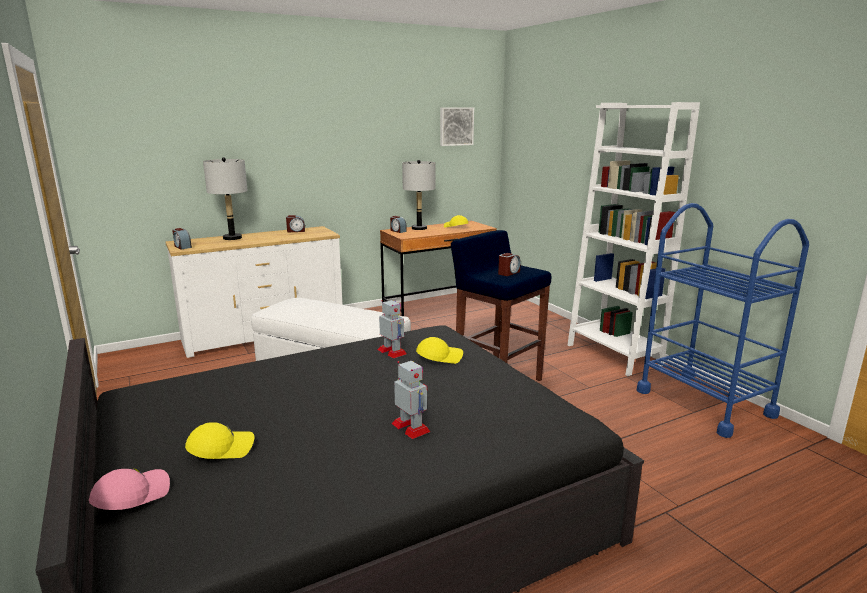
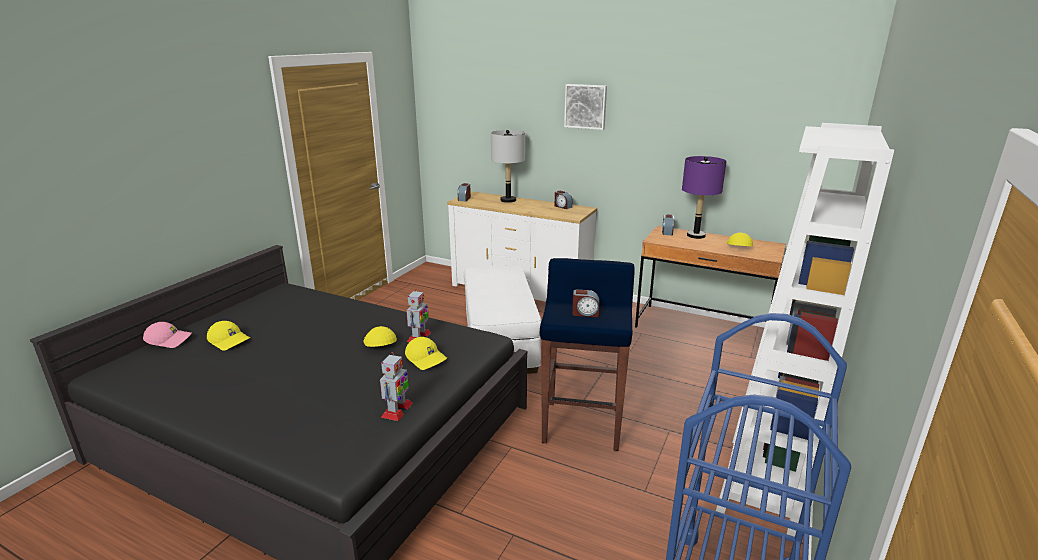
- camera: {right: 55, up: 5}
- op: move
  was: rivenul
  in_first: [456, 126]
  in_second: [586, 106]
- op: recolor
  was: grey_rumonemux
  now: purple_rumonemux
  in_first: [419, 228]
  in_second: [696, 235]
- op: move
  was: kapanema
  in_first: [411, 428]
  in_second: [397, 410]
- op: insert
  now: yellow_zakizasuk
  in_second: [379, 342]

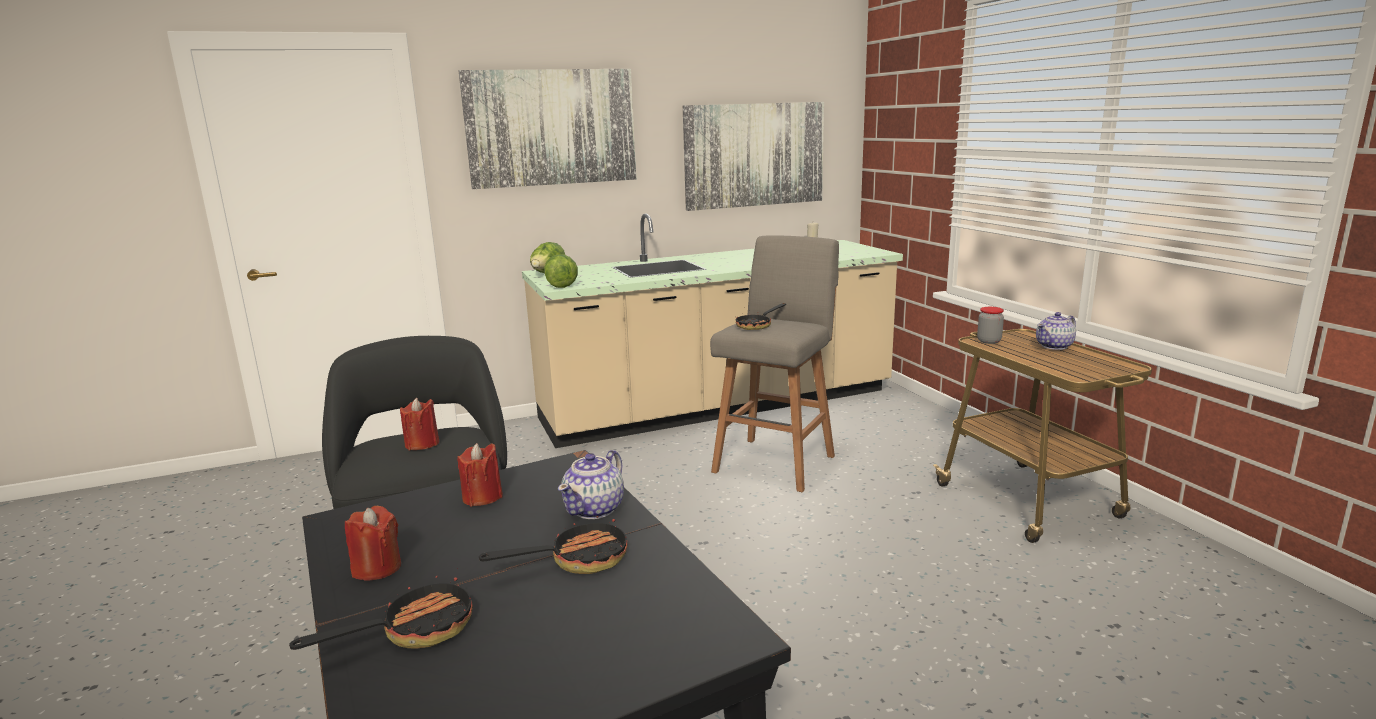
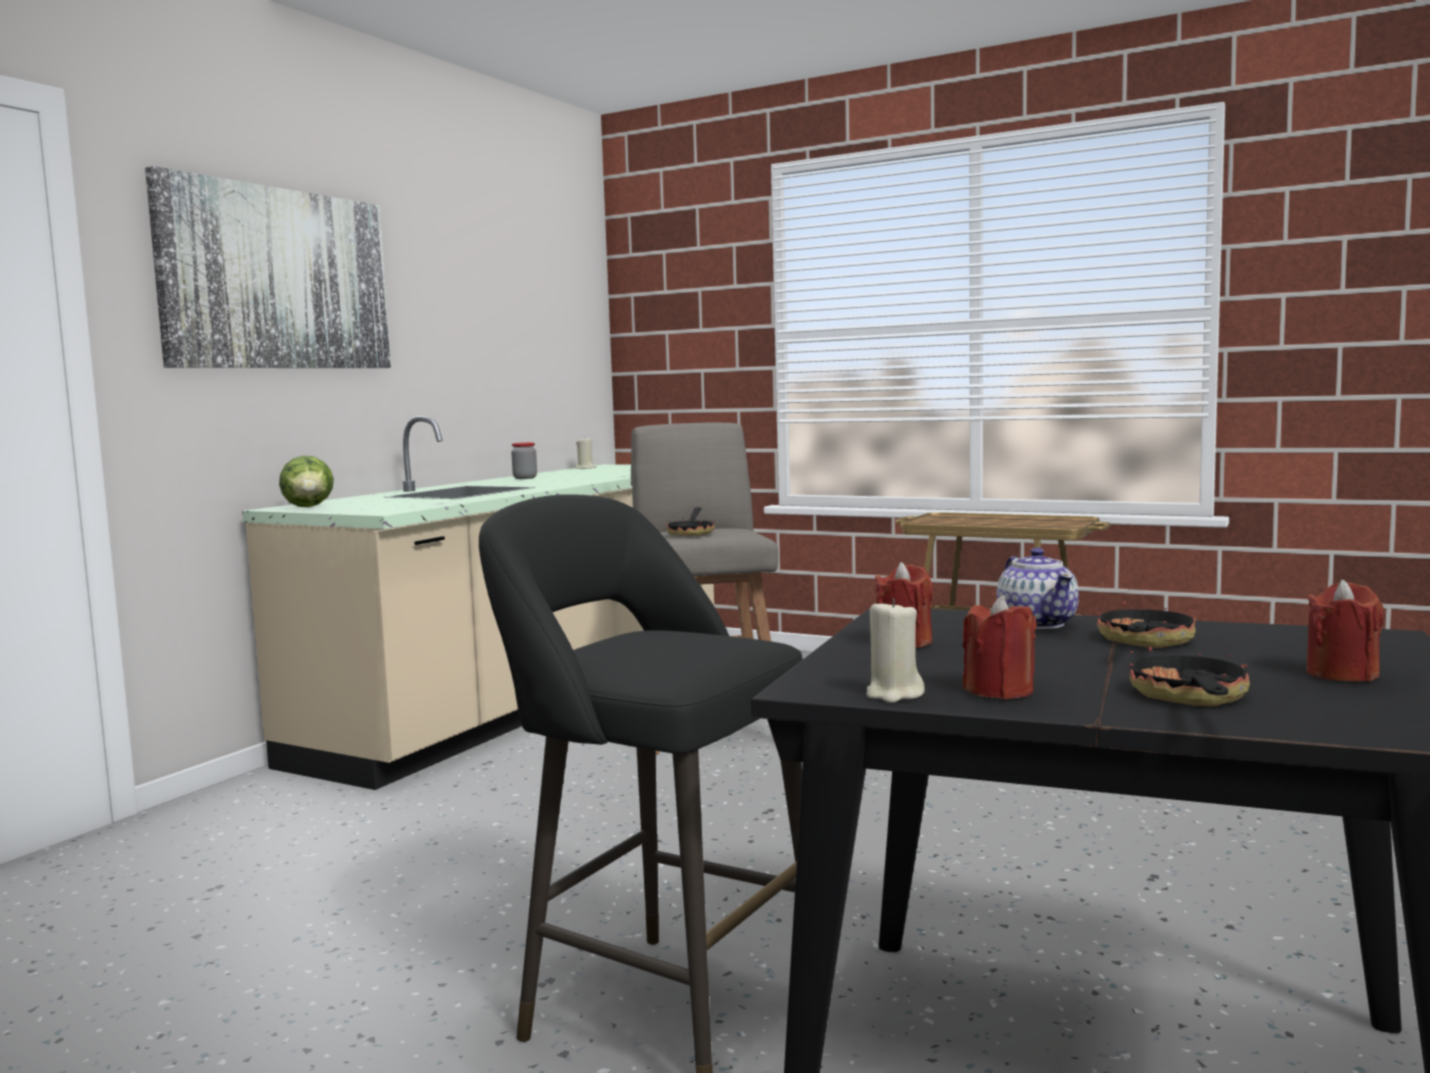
- camera: {right: -40, up: -10}
- op: delete
  was: rivenul
  in_first: [754, 155]
- op: delete
  was: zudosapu
  in_first: [561, 285]
- op: move
  was: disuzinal
  in_first: [989, 341]
  in_second: [525, 478]
- op: delete
  was: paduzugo
  in_first: [1054, 346]
- op: move
  was: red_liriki
  in_first: [422, 444]
  in_second: [1342, 674]
- op: insert
  now: beige_liriki
  in_second: [894, 694]

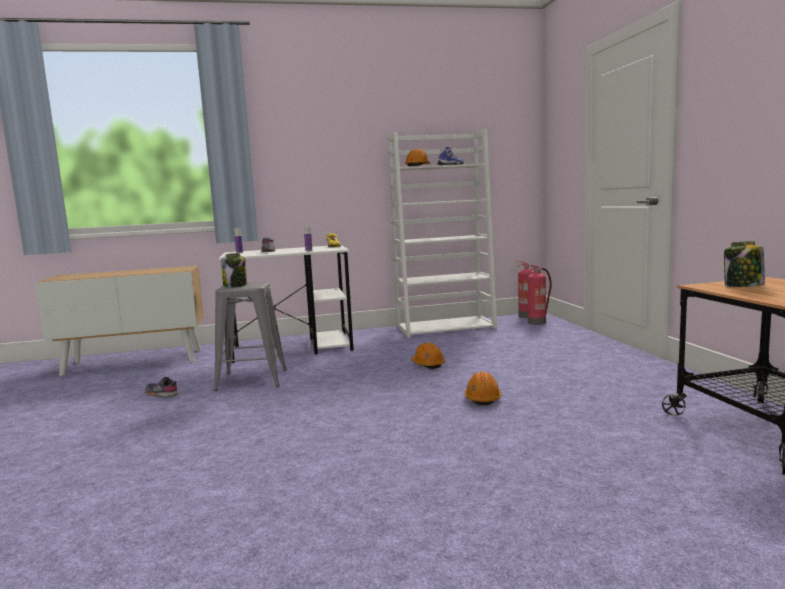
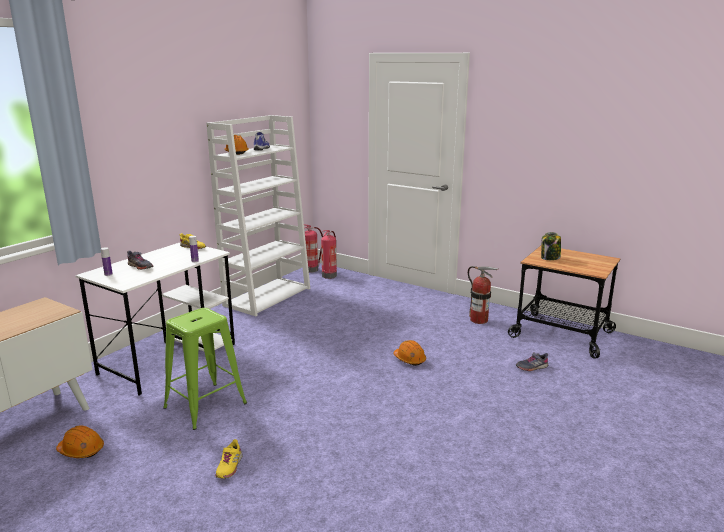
- camera: {right: -45, up: 10}
- op: delete
  was: disuzinal
  in_first: [235, 285]
- op: recolor
  was: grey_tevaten
  now: green_tevaten
  in_first: [252, 380]
  in_second: [206, 405]
- op: move
  was: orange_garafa
  in_first: [428, 364]
  in_second: [81, 450]
- op: move
  was: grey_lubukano
  in_first: [162, 394]
  in_second: [531, 367]
- op: insert
  now: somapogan
  in_second: [479, 320]
- op: insert
  now: yellow_lubukano
  in_second: [229, 466]

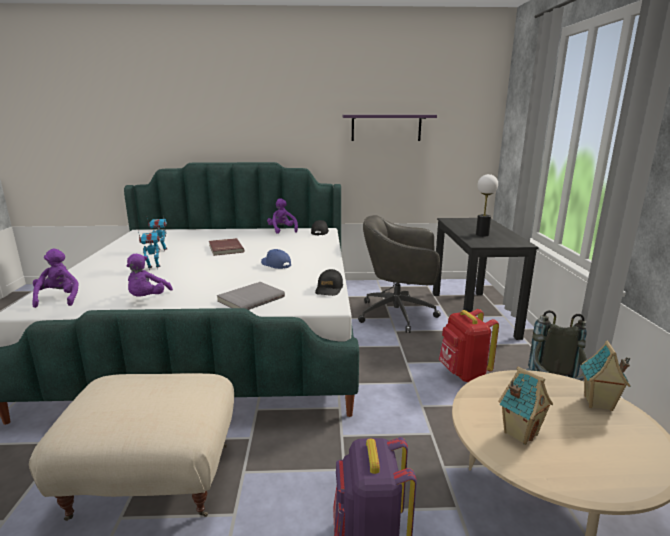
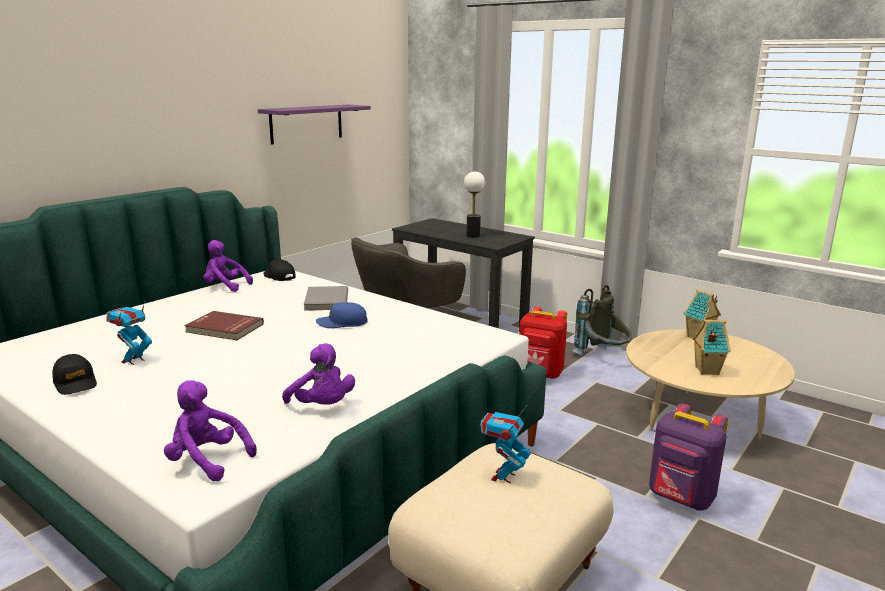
- camera: {right: -50, up: 0}
- op: move
  was: kapanema
  in_first: [153, 268]
  in_second: [503, 476]
- op: move
  was: black_zakizasuk
  in_first: [329, 289]
  in_second: [75, 383]
- op: move
  was: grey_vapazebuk
  in_first: [250, 299]
  in_second: [325, 300]

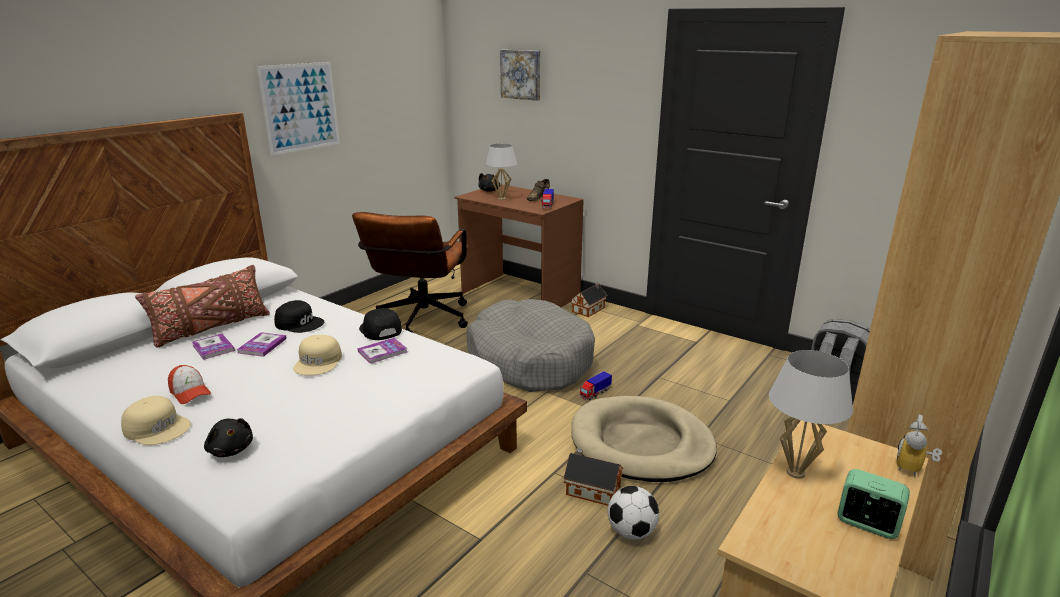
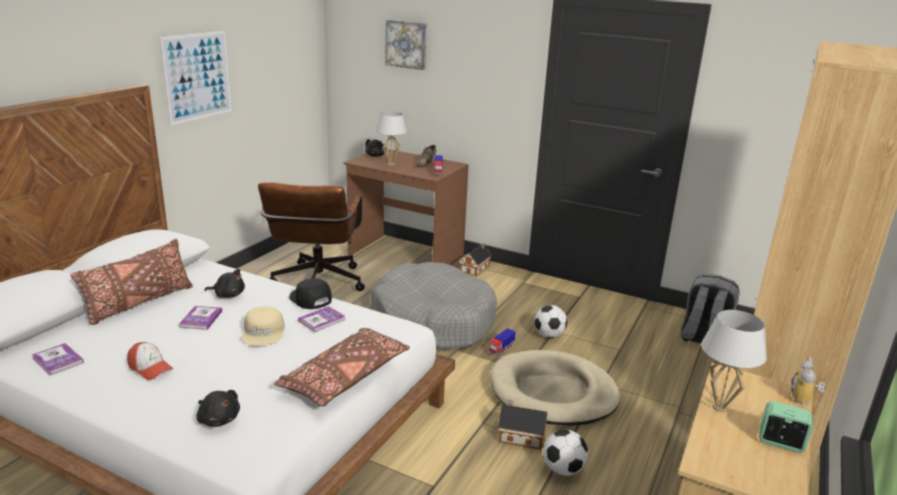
- camera: {right: -10, up: 0}
- op: replace
  was: black_zakizasuk
  now: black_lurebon
  in_first: [300, 323]
  in_second: [228, 295]
- op: move
  was: vapazebuk
  in_first: [213, 348]
  in_second: [58, 360]
- op: delete
  was: beige_zakizasuk
  in_first: [158, 427]
- op: insert
  now: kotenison
  in_second: [549, 335]
- op: insert
  now: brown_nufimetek
  in_second: [345, 378]

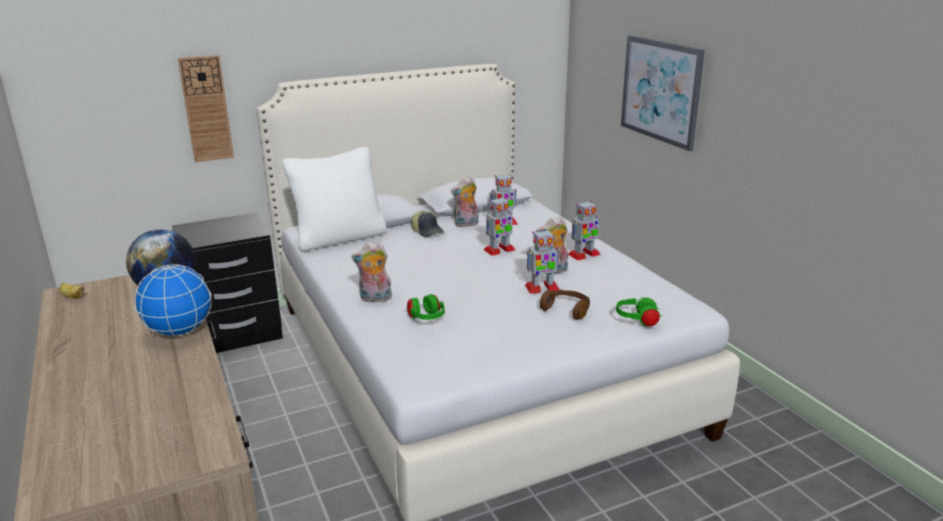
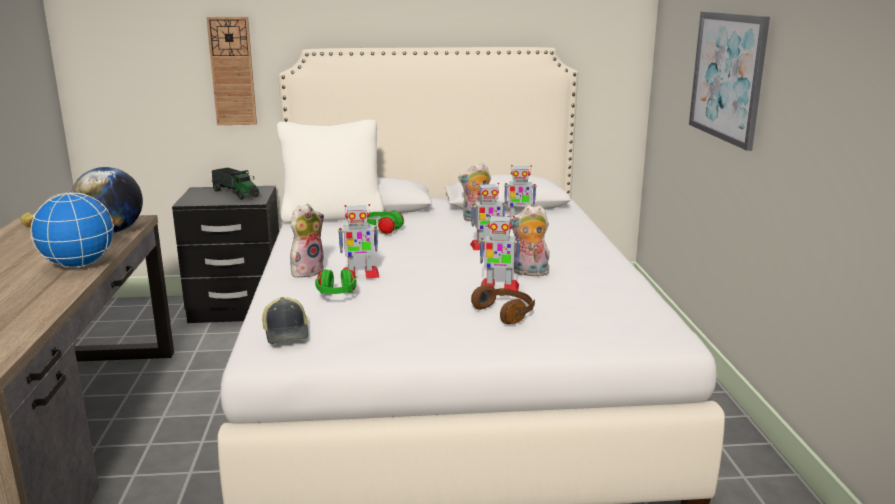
- camera: {right: 20, up: -5}
- op: move
  was: kapanema
  in_first: [583, 254]
  in_second: [359, 275]
- op: move
  was: zakizasuk
  in_first: [427, 231]
  in_second: [287, 333]
- op: rotate
  was: lurebon
  in_first: [375, 299]
  in_second: [307, 271]
  clockwise: 120
- op: move
  was: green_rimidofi
  in_first: [637, 321]
  in_second: [383, 230]
- op: insert
  now: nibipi
  in_second: [236, 193]

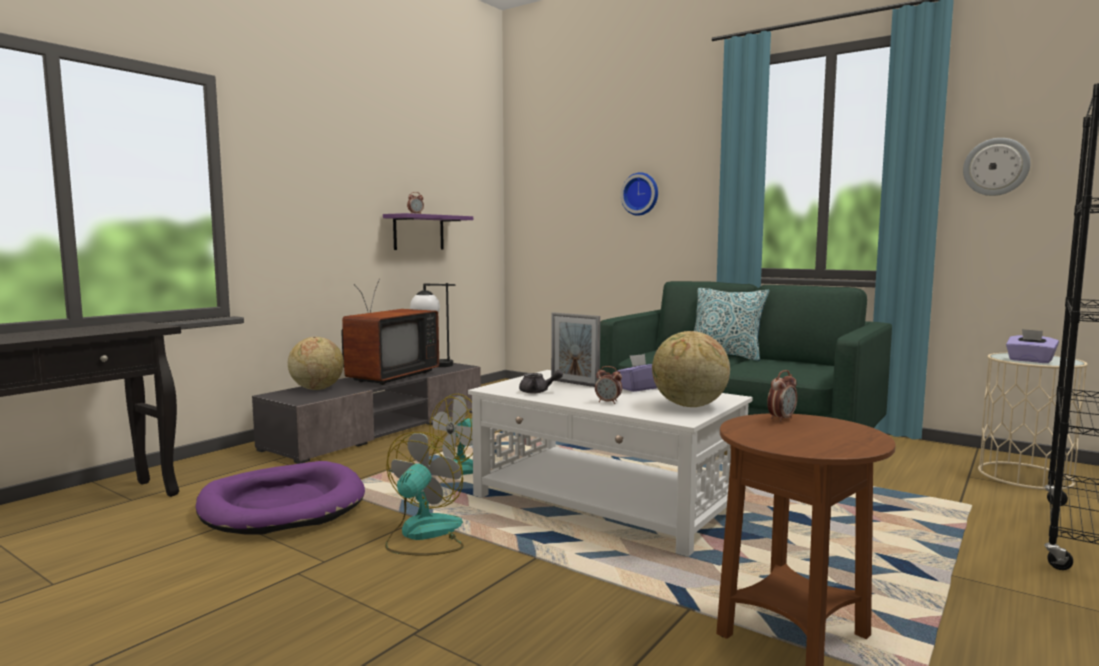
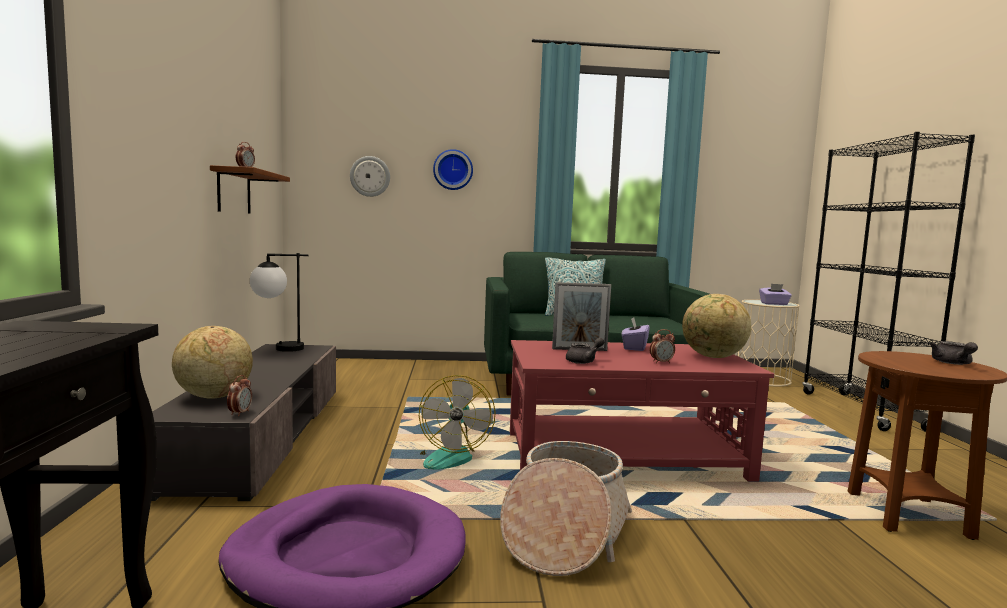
- camera: {right: -40, up: 0}
- op: move
  was: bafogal
  in_first: [996, 167]
  in_second: [370, 176]
- op: recolor
  was: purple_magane
  now: brown_magane
  in_first: [418, 232]
  in_second: [234, 191]
- op: delete
  was: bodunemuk
  in_first: [387, 376]
- op: recolor
  was: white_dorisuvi
  now: red_dorisuvi
  in_first: [606, 503]
  in_second: [624, 456]
- op: move
  was: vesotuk
  in_first: [781, 419]
  in_second: [240, 413]
- op: replace
  was: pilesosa
  now: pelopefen
  in_first: [423, 535]
  in_second: [564, 534]
- op: insert
  now: grey_paduzugo
  in_second: [953, 363]

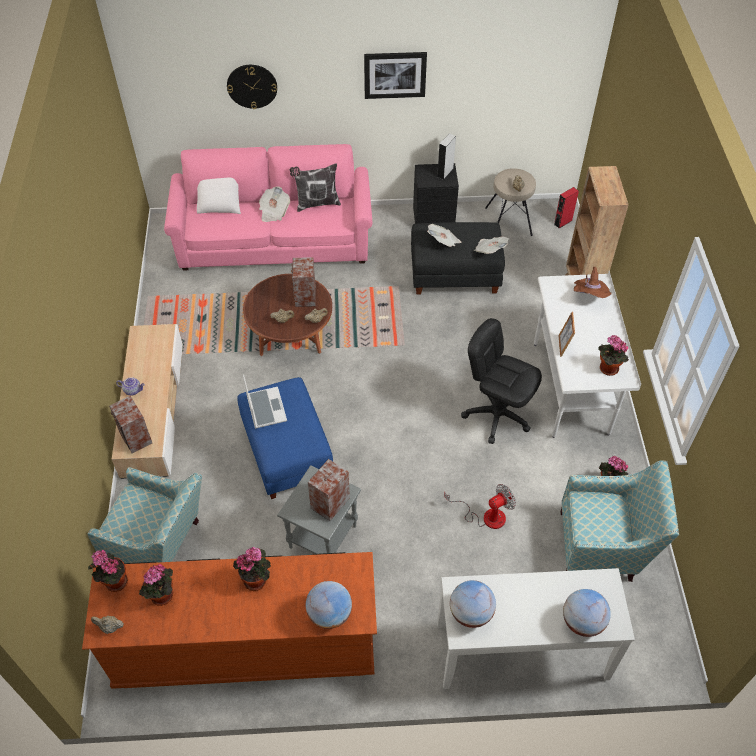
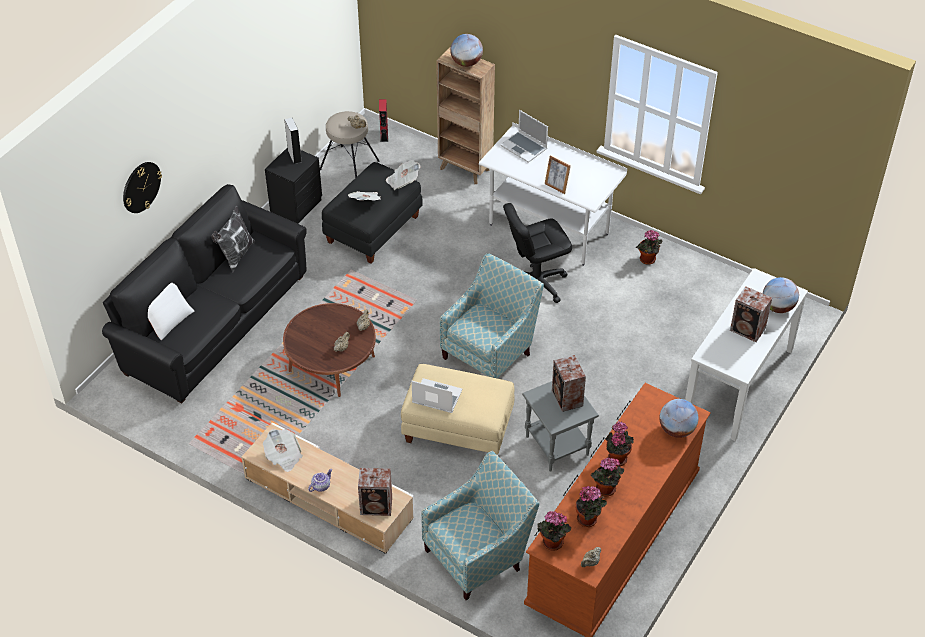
- camera: {right: -55, up: -5}
- op: delete
  was: rivenul
  in_first: [395, 74]
- op: recolor
  was: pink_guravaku
  now: black_guravaku
  in_first: [274, 240]
  in_second: [212, 321]
- op: move
  was: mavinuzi
  in_first: [274, 212]
  in_second: [283, 456]
- op: move
  was: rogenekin
  in_first: [305, 297]
  in_second: [748, 330]
- op: replace
  was: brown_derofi
  now: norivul
  in_first: [589, 297]
  in_second: [524, 147]
- op: move
  was: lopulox
  in_first: [607, 369]
  in_second: [605, 490]
- op: recolor
  was: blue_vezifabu
  now: beige_vezifabu
  in_first: [286, 452]
  in_second: [457, 429]
- op: move
  was: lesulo
  in_first: [605, 545]
  in_second: [491, 351]
- op: delete
  was: pilesosa
  in_first: [486, 516]
- op: move
  was: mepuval
  in_first: [471, 613]
  in_second: [466, 63]

